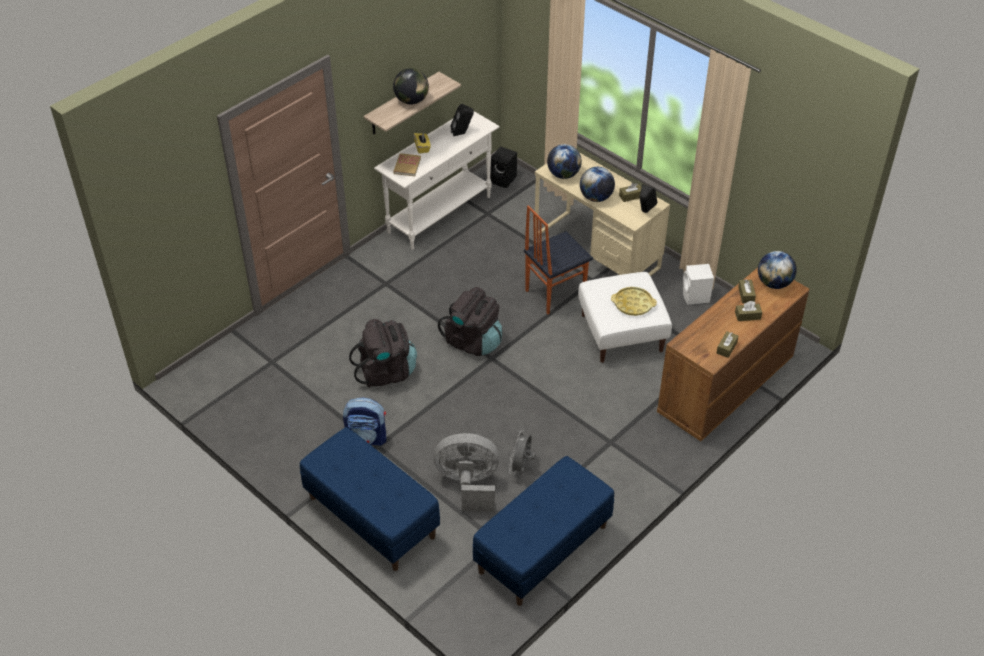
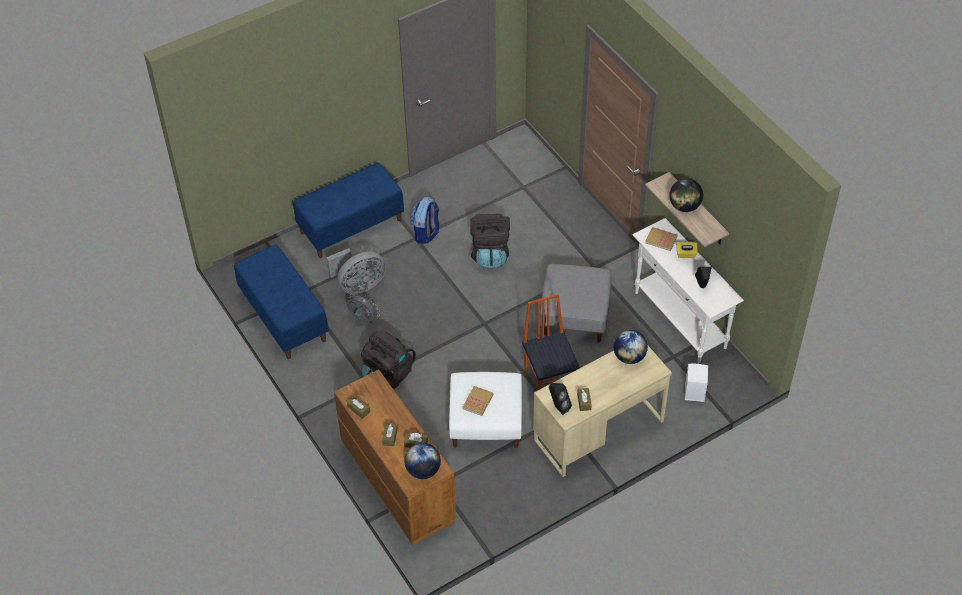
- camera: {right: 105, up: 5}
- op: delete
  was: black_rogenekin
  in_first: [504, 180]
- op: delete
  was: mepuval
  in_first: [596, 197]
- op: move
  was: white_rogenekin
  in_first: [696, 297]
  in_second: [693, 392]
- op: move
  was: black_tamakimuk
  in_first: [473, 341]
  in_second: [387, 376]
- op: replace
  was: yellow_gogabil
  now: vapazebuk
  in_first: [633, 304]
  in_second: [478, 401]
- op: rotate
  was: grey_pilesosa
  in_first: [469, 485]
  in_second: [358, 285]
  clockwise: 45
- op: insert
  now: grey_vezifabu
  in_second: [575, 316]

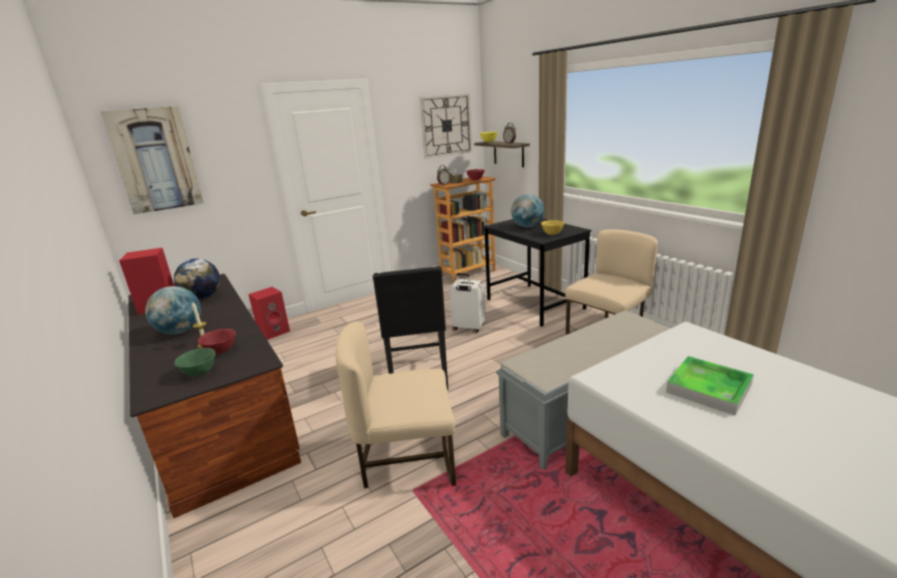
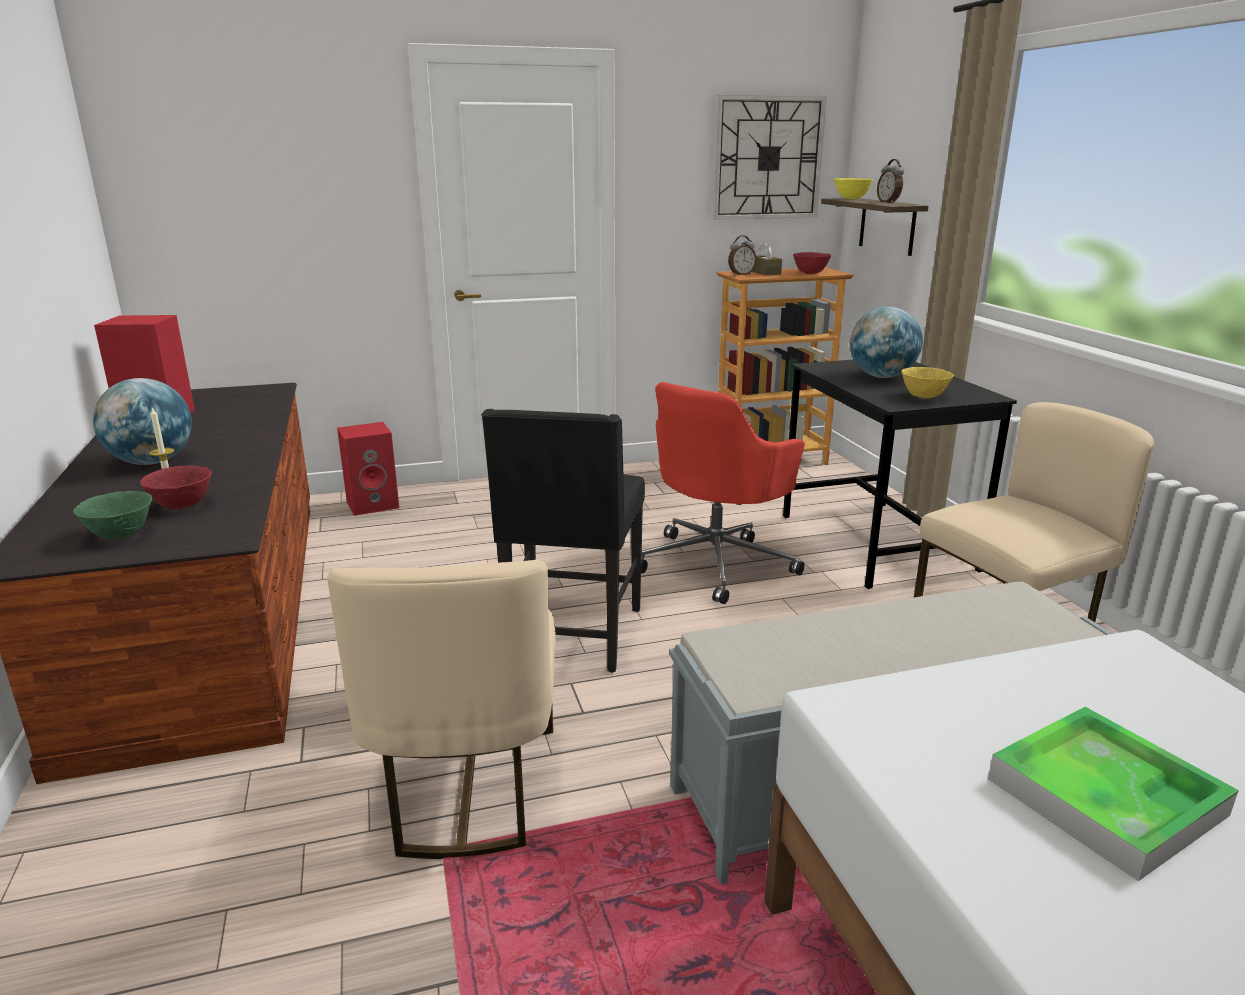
- camera: {right: 15, up: 0}
- op: delete
  was: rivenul
  in_first: [155, 160]
- op: delete
  was: mepuval
  in_first: [202, 297]
- op: replace
  was: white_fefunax
  now: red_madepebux
  in_first: [468, 328]
  in_second: [717, 563]
- op: rotate
  was: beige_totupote
  in_first: [407, 460]
  in_second: [466, 788]
  clockwise: -105

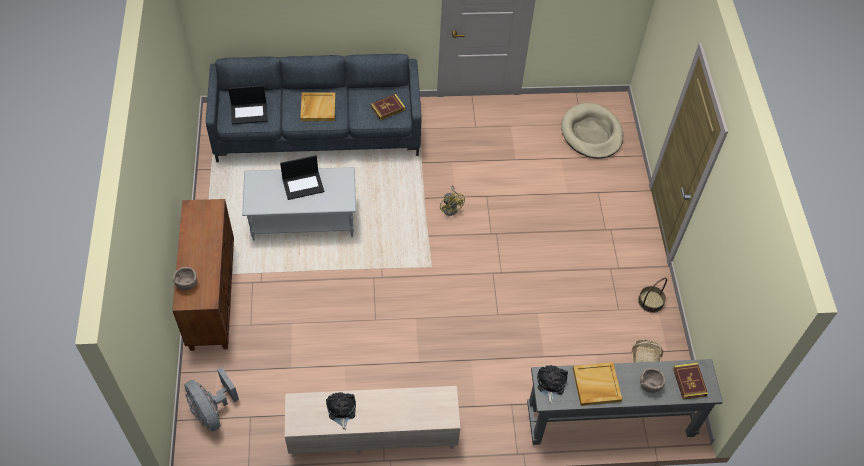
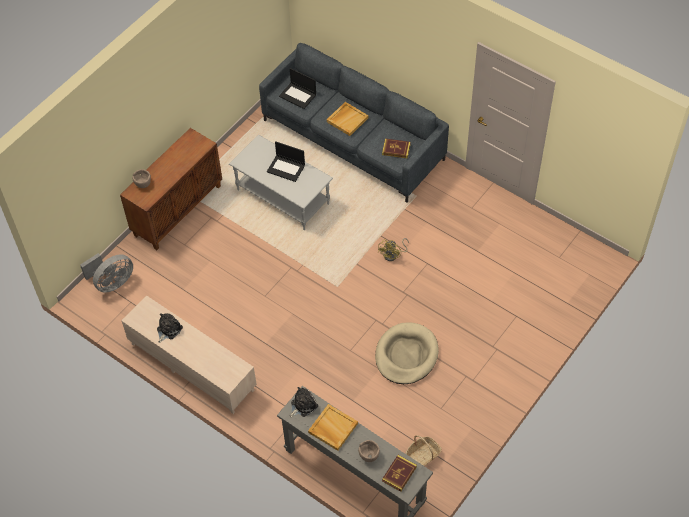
- camera: {right: 45, up: 0}
- op: move
  was: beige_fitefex
  in_first: [591, 133]
  in_second: [406, 355]
- op: delete
  was: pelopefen
  in_first: [650, 301]
- op: rotate
  was: grey_pilesosa
  in_first: [212, 411]
  in_second: [112, 282]
  clockwise: -135

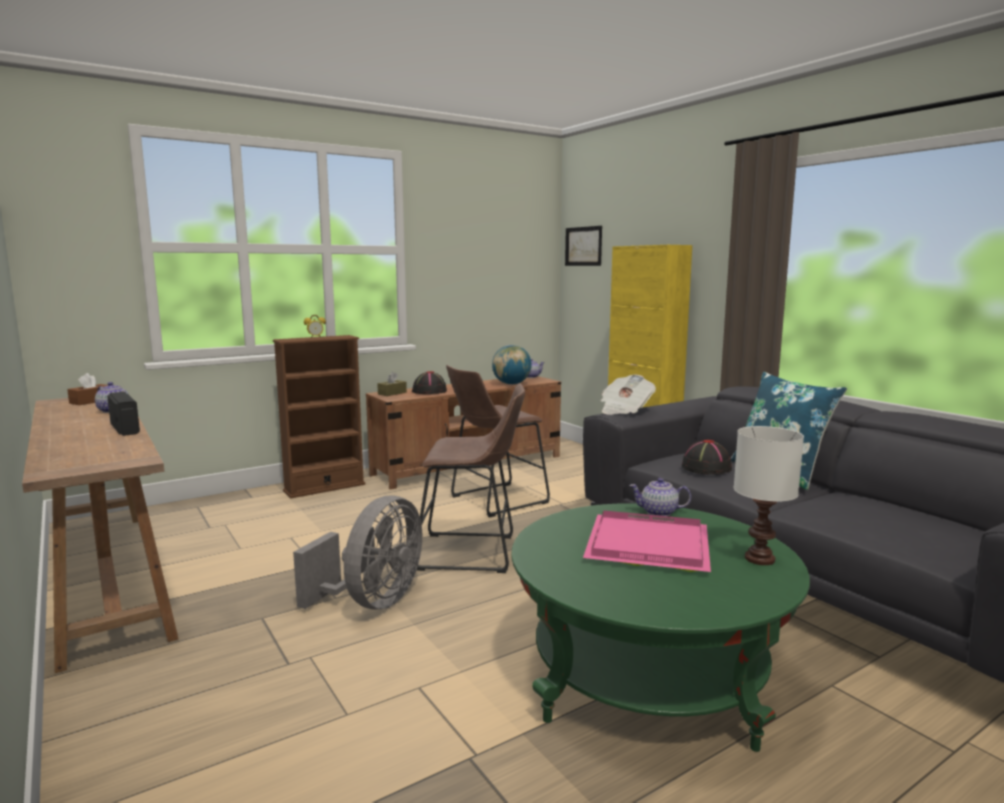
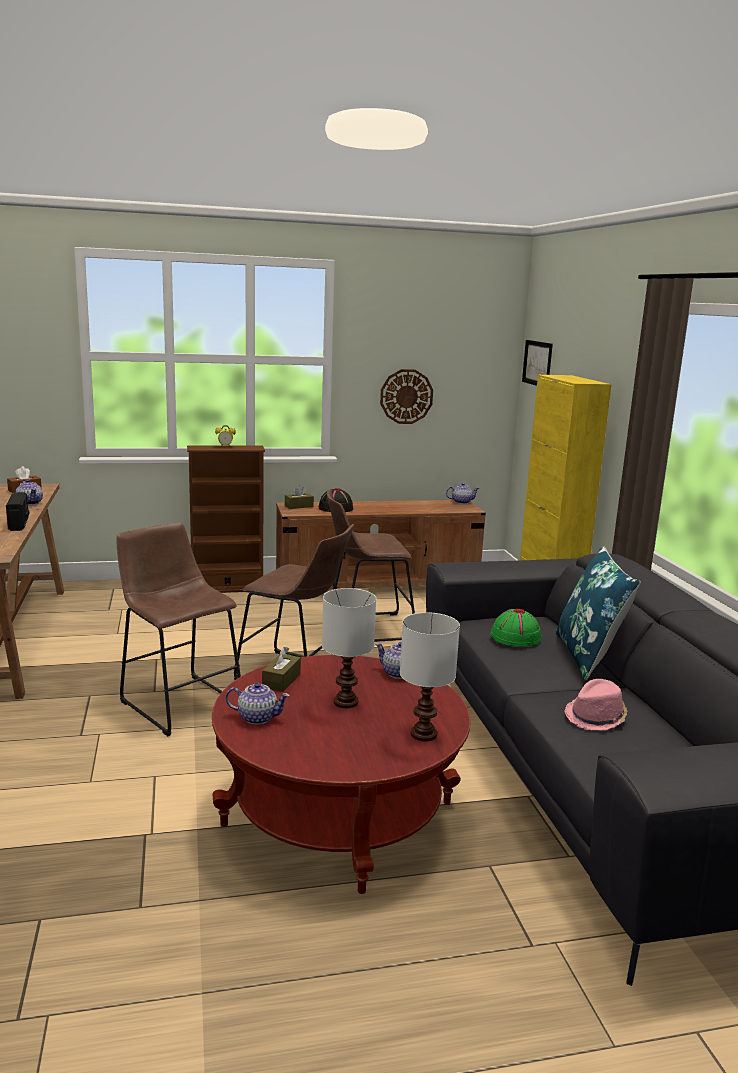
- camera: {right: 20, up: 5}
- op: delete
  was: mepuval
  in_first: [511, 384]
- op: delete
  was: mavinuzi
  in_first: [624, 410]
- op: recolor
  was: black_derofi
  now: green_derofi
  in_first: [706, 468]
  in_second: [515, 637]
- op: replace
  was: grey_pilesosa
  now: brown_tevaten
  in_first: [372, 602]
  in_second: [178, 701]
- op: recolor
  was: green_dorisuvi
  now: red_dorisuvi
  in_first: [648, 674]
  in_second: [338, 813]
- op: replace
  was: pink_gogabil
  now: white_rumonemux
  in_first: [650, 546]
  in_second: [346, 703]
- op: insert
  now: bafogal
  in_second: [406, 396]
- op: insert
  now: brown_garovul
  in_second: [281, 680]
- op: insert
  now: pink_derofi
  in_second: [596, 717]
- op: insert
  now: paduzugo
  in_second: [257, 717]

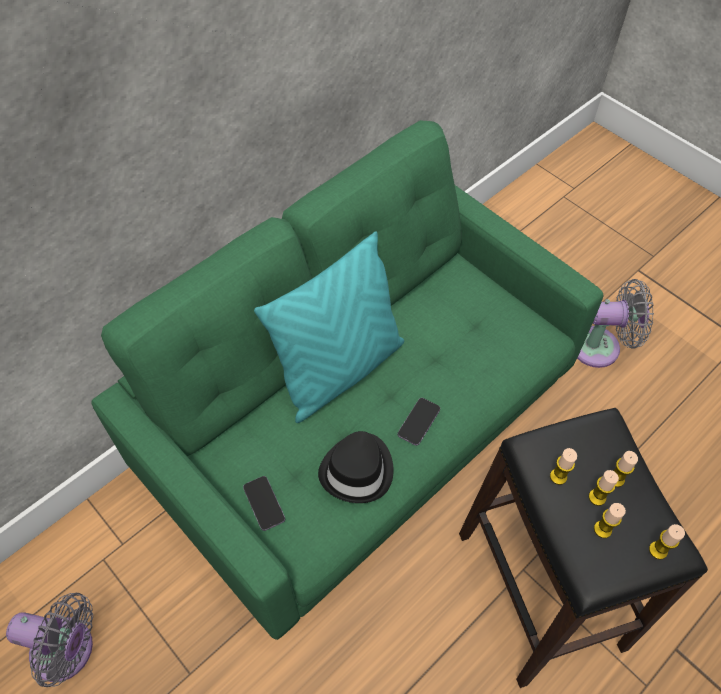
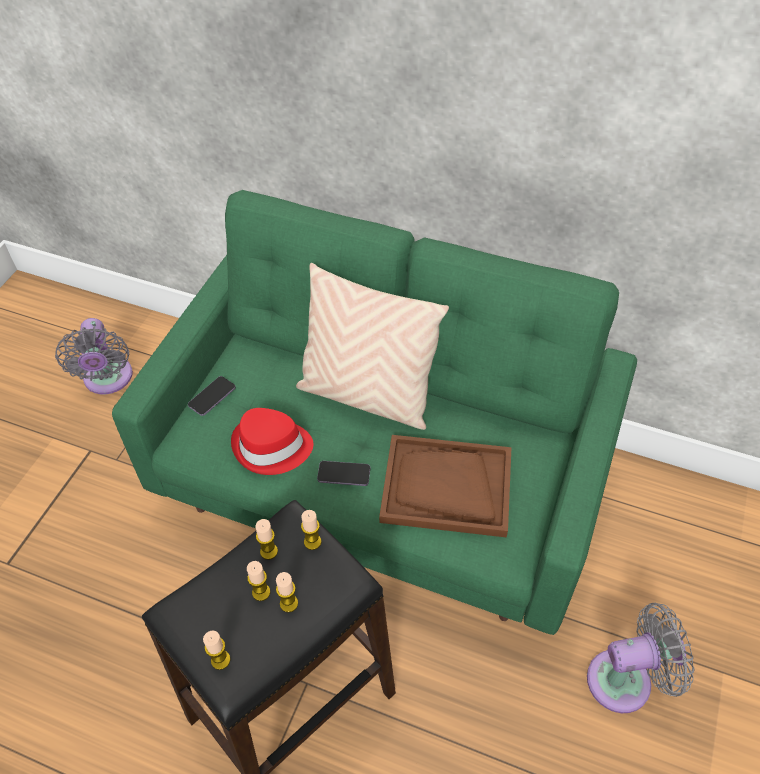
- camera: {right: 65, up: -5}
- op: recolor
  was: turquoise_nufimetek
  now: beige_nufimetek
  in_first: [340, 370]
  in_second: [366, 396]
- op: rotate
  was: grey_pilesosa
  in_first: [601, 347]
  in_second: [626, 680]
  clockwise: -75
- op: recolor
  was: black_derofi
  now: red_derofi
  in_first: [358, 470]
  in_second: [272, 447]
- op: move
  was: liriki
  in_first: [602, 529]
  in_second: [312, 542]
- op: insert
  now: brown_gogabil
  in_second: [446, 487]

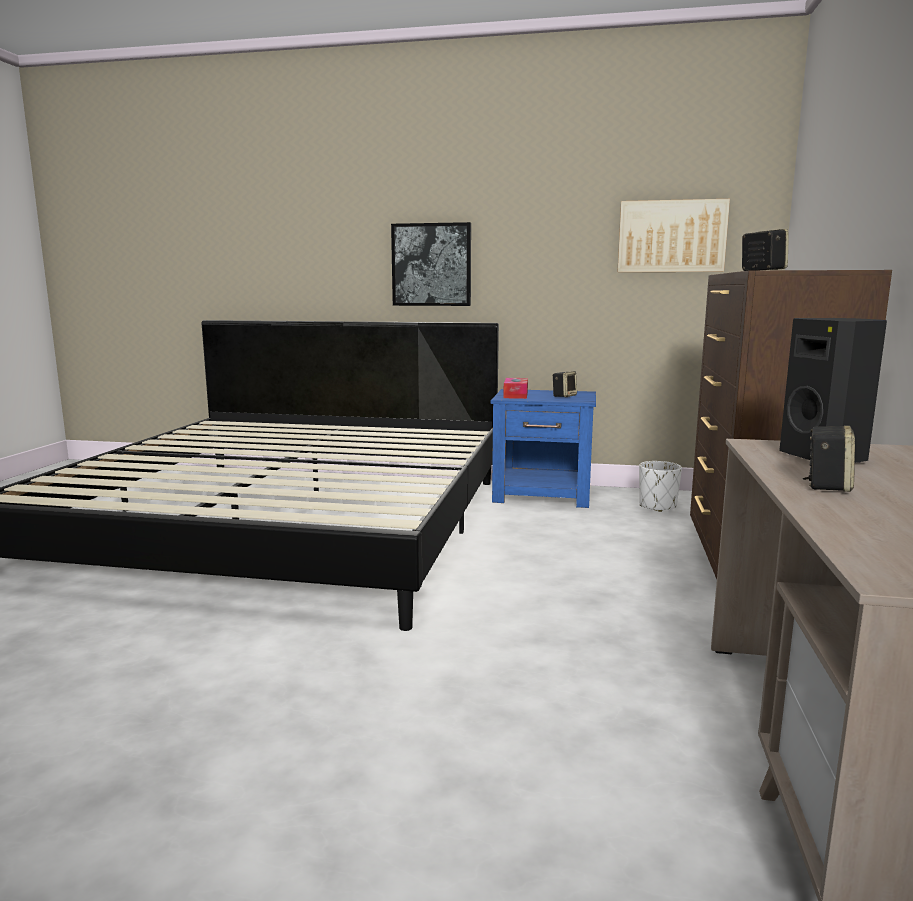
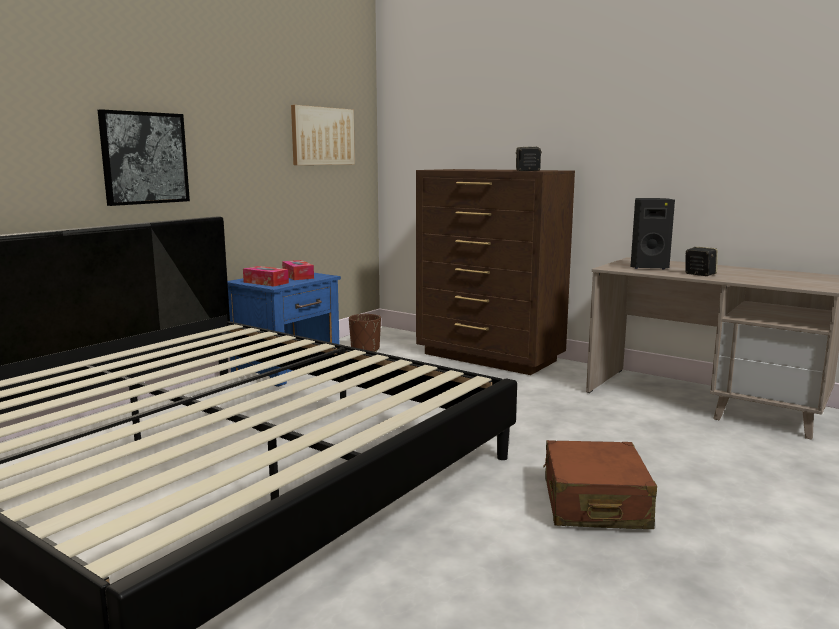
- camera: {right: -65, up: 0}
- op: replace
  was: rogenekin
  now: garovul
  in_first: [564, 396]
  in_second: [298, 276]
- op: recolor
  was: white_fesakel
  now: brown_fesakel
  in_first: [657, 506]
  in_second: [365, 349]
- op: insert
  now: brown_fefunax
  in_second: [594, 503]

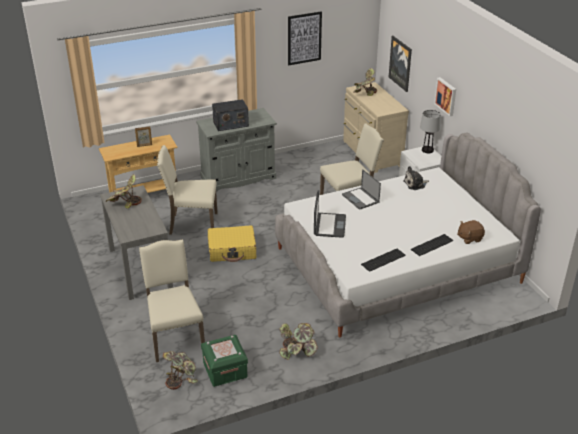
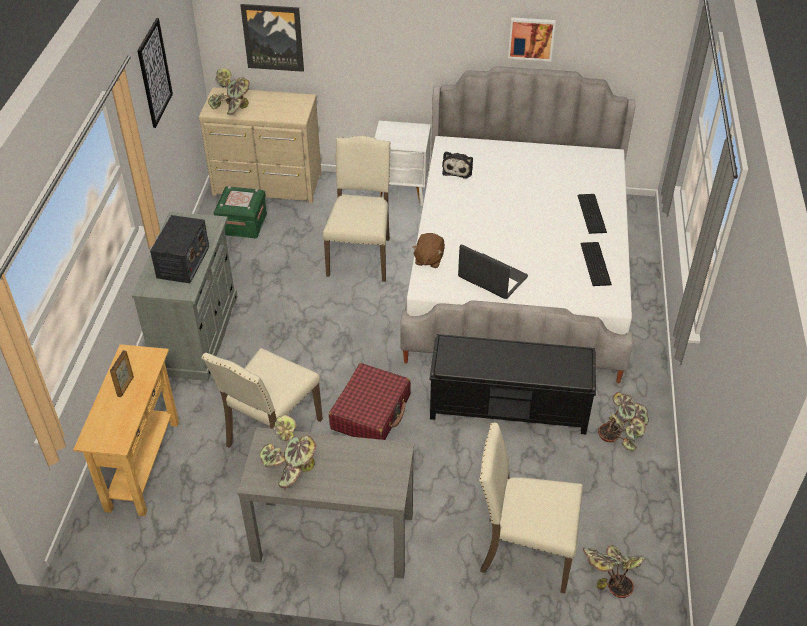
- camera: {right: -60, up: 10}
- op: move
  was: rivenul
  in_first: [446, 96]
  in_second: [531, 38]
- op: delete
  was: rumonemux
  in_first: [427, 150]
- op: delete
  was: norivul
  in_first: [361, 199]
- op: move
  was: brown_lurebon
  in_first: [469, 238]
  in_second: [428, 259]
- op: recolor
  was: yellow_fefunax
  now: red_fefunax
  in_first: [232, 250]
  in_second: [371, 412]
- op: move
  was: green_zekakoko
  in_first: [225, 370]
  in_second: [242, 224]
- op: insert
  now: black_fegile
  in_second: [510, 406]

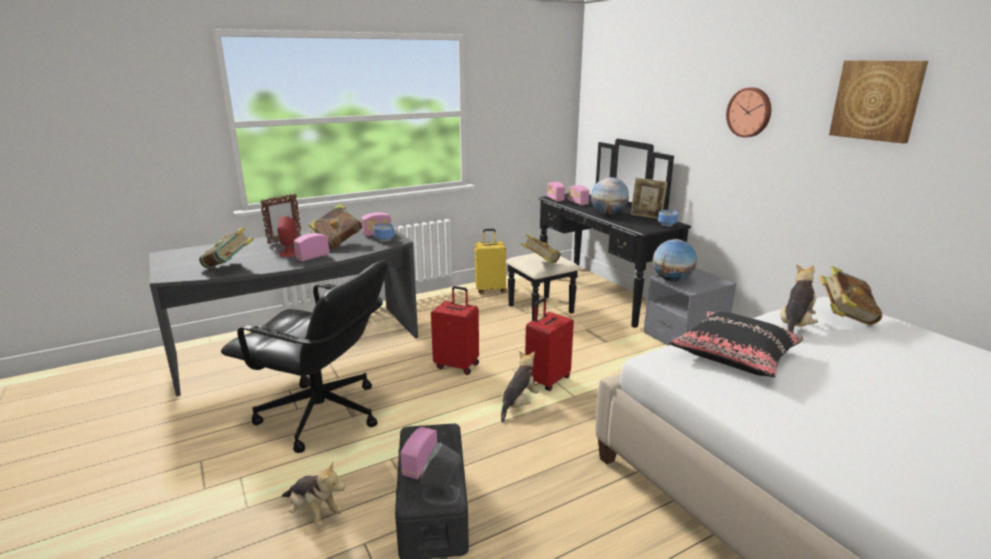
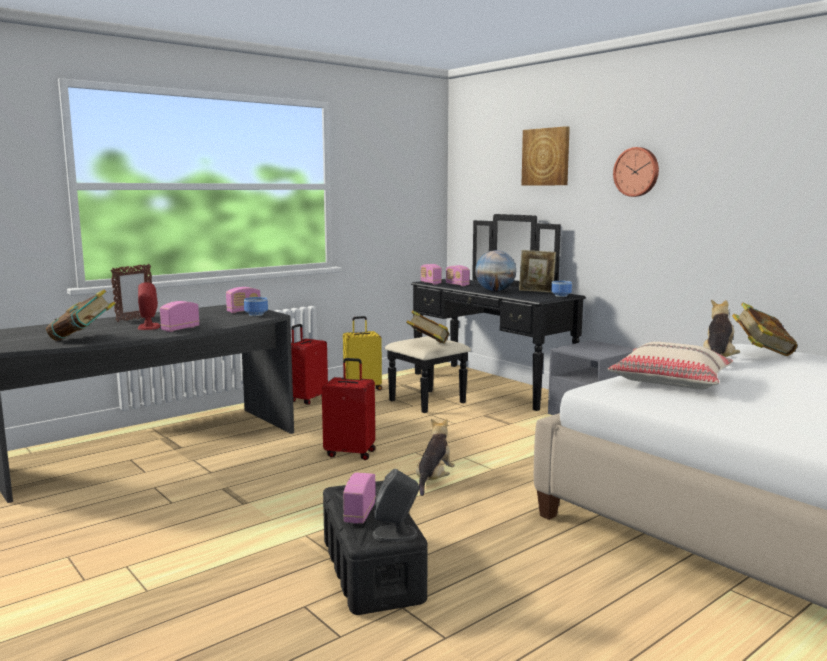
- camera: {right: -10, up: -10}
- op: move
  was: rivenul
  in_first: [876, 100]
  in_second: [546, 157]
- op: delete
  was: vapazebuk
  in_first: [338, 243]
- op: delete
  was: mepuval
  in_first: [672, 280]
- op: delete
  was: black_madepebux
  in_first: [321, 415]
- op: move
  was: red_fefunax
  in_first: [547, 380]
  in_second: [307, 399]
- op: recolor
  was: black_nufimetek
  now: beige_nufimetek
  in_first: [734, 354]
  in_second: [670, 380]
- op: delete
  was: lurebon
  in_first: [314, 512]

